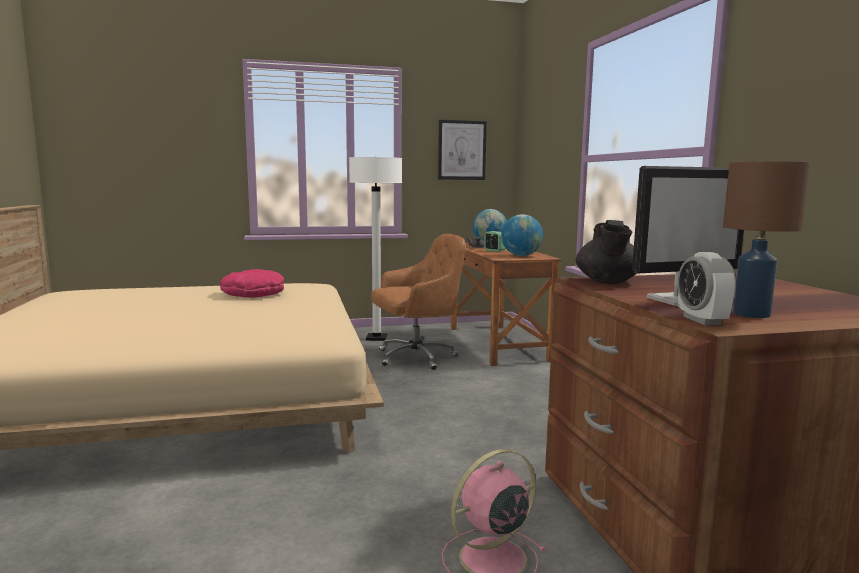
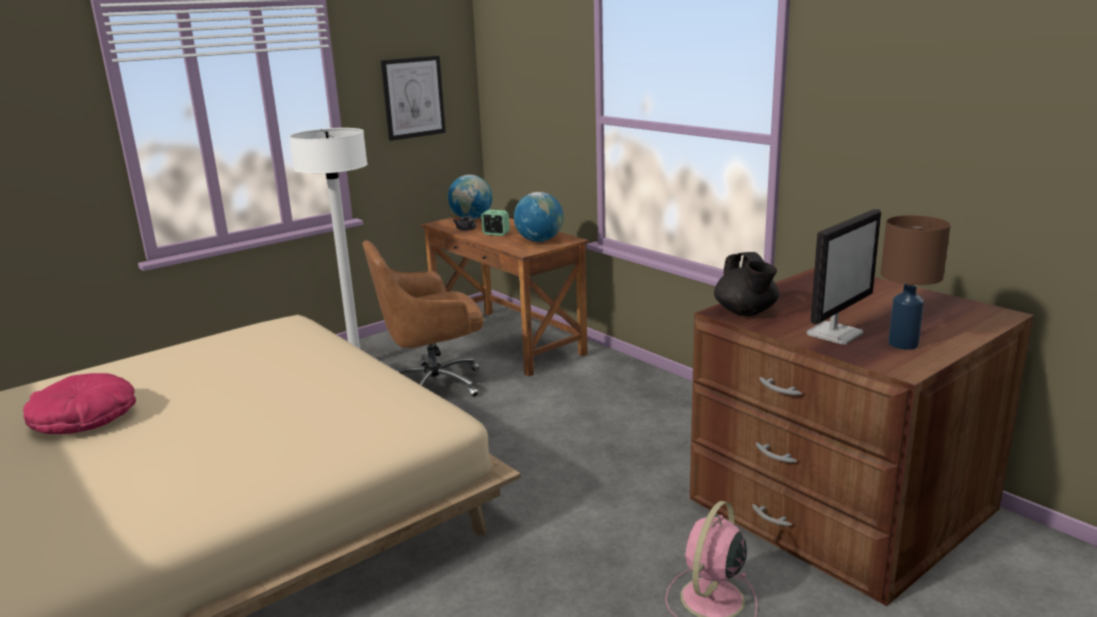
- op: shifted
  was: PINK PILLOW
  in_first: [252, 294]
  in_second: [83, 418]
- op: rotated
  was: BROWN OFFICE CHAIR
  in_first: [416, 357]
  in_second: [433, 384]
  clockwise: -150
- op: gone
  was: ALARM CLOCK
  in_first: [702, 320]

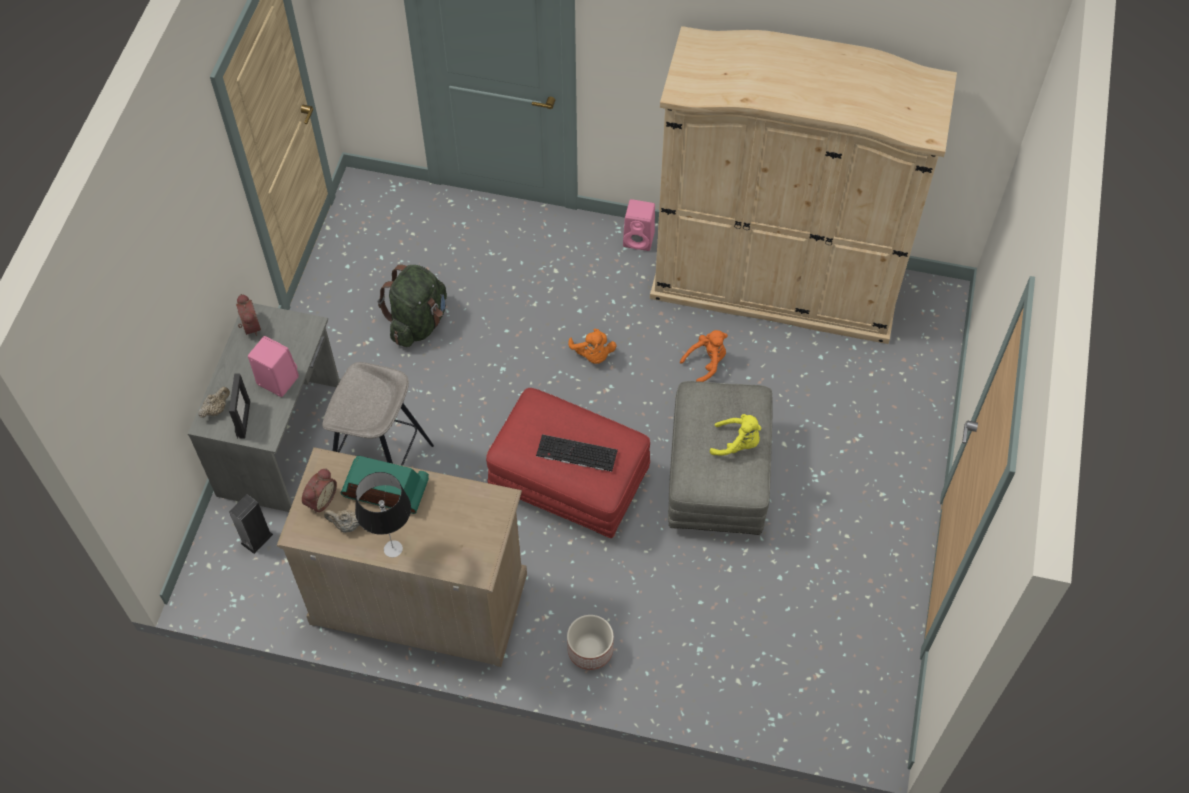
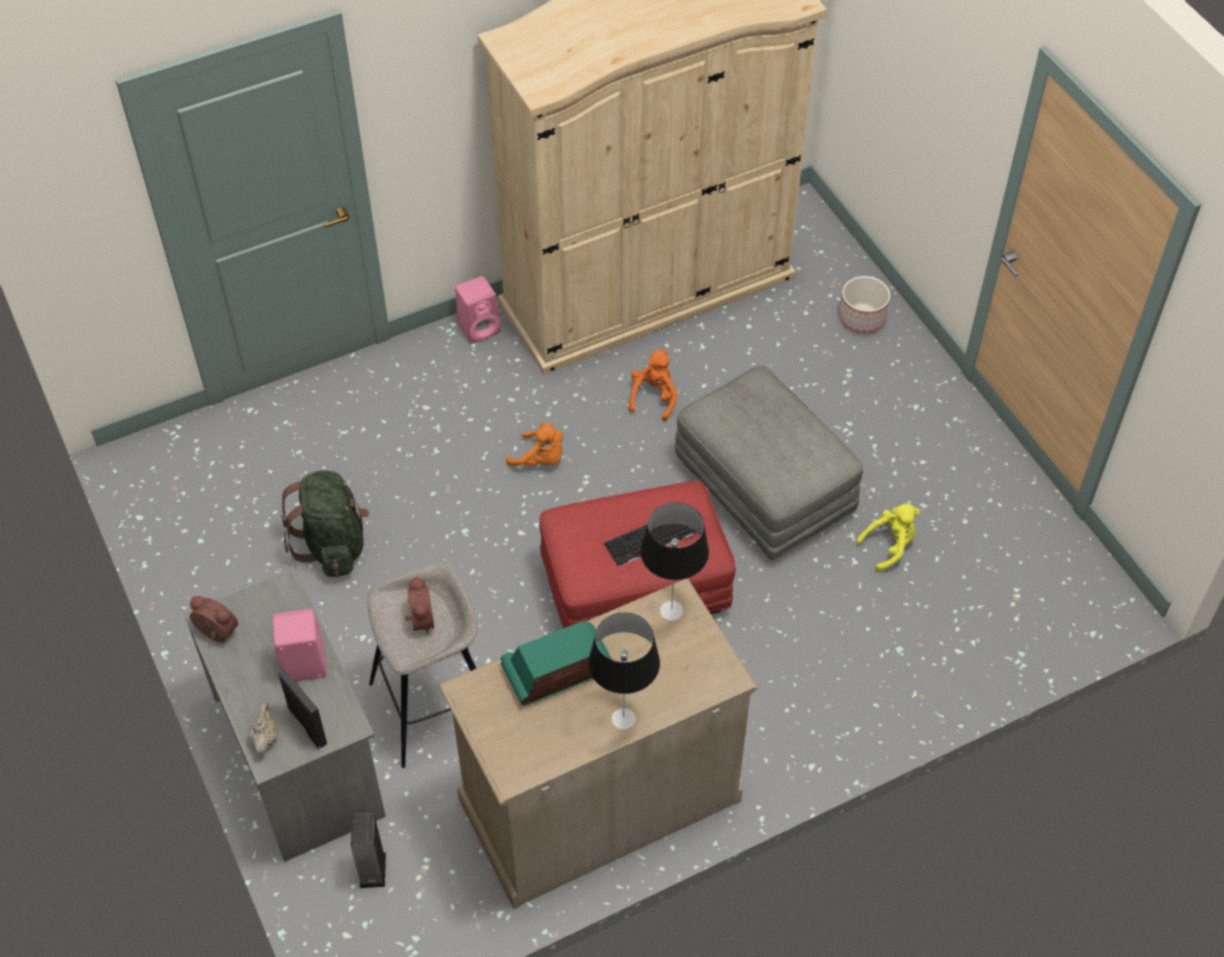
- op: shifted
  was: ALARM CLOCK
  in_first: [320, 499]
  in_second: [419, 620]
- op: gone
  was: BEIGE TEAPOT
  in_first: [347, 525]
- op: shifted
  was: PLANTER
  in_first: [590, 650]
  in_second: [862, 318]
- op: shifted
  was: YELLOW PLUSH TOY
  in_first: [737, 443]
  in_second: [889, 546]
- op: new
  now: TABLE LAMP
  in_second: [670, 610]

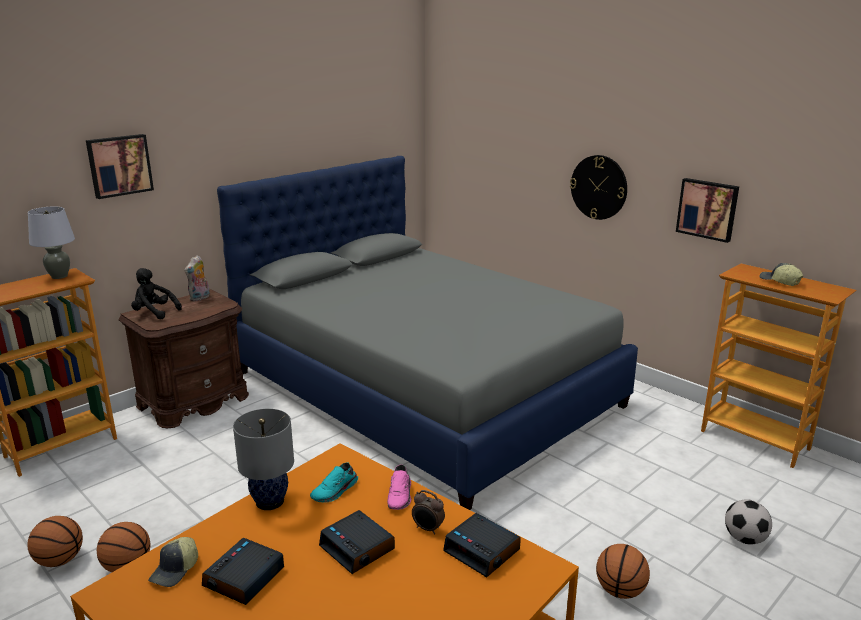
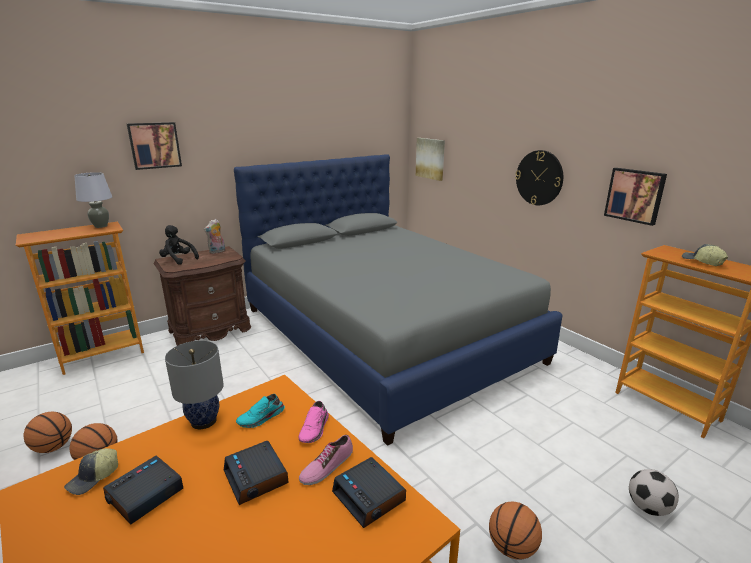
- op: swapped
  was: ALARM CLOCK
  now: SHOE
  in_first: [428, 529]
  in_second: [326, 466]
- op: new
  now: PICTURE
  in_second: [430, 158]

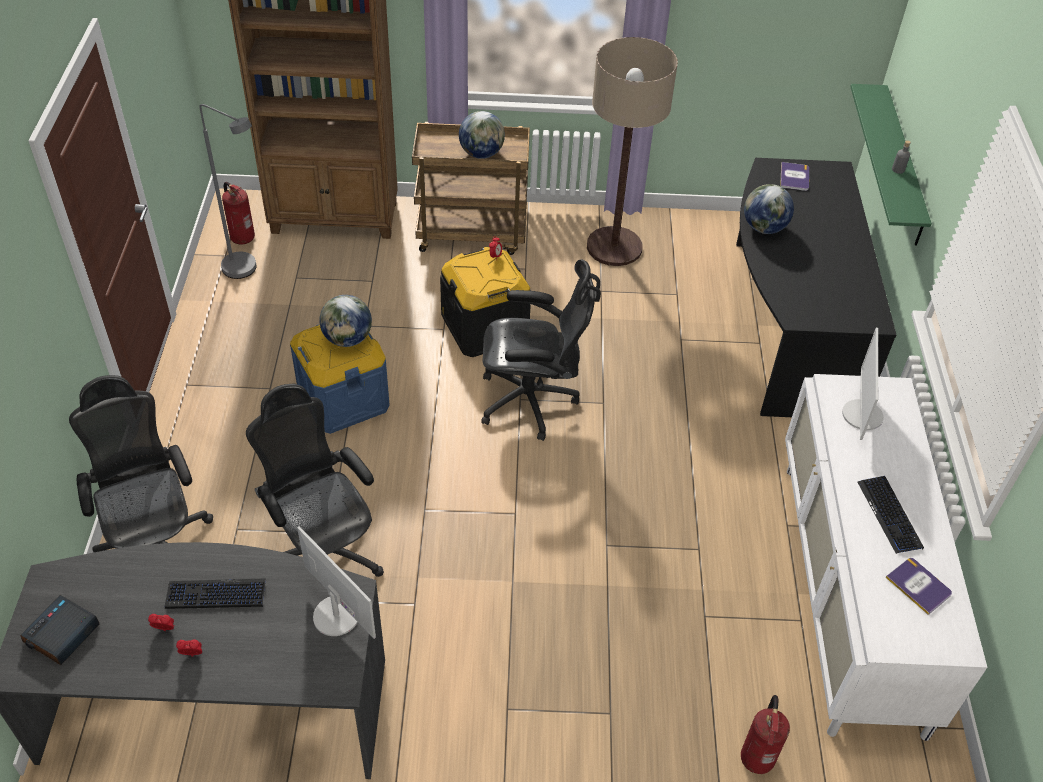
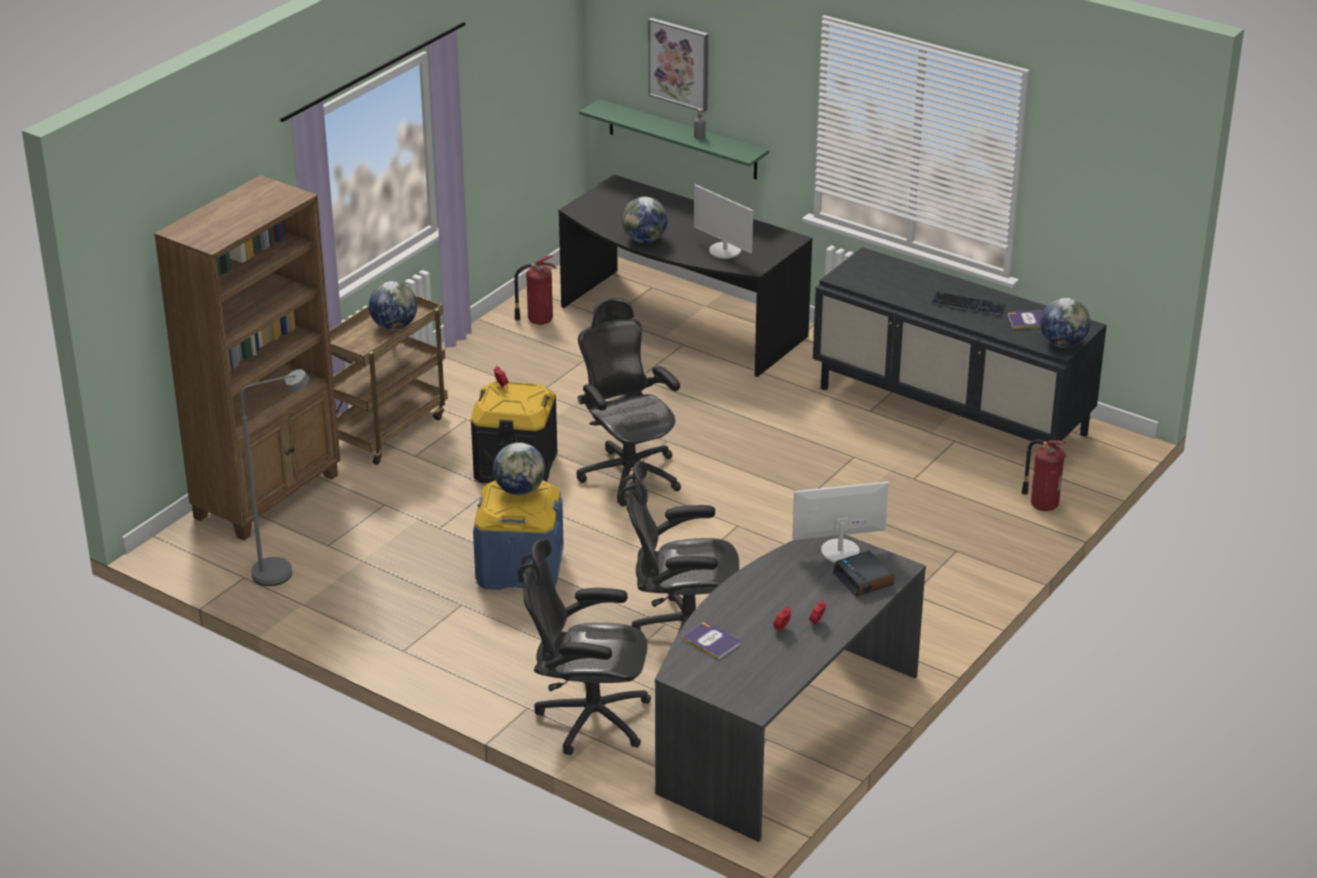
- op: shifted
  was: ALARM CLOCK
  in_first: [62, 634]
  in_second: [864, 580]
- op: gone
  was: KEYBOARD
  in_first: [216, 594]
- op: shifted
  was: FIRE EXTINGUISHER
  in_first: [242, 237]
  in_second: [538, 320]
- op: rotated
  was: OFFICE CHAIR
  in_first: [532, 401]
  in_second: [628, 473]
  clockwise: -60
- op: gone
  was: FLOOR LAMP
  in_first: [614, 247]
- op: shifted
  was: BOOK
  in_first: [794, 177]
  in_second: [711, 641]
- op: repainted
  was: WHITE CABINET
  now: BLACK CABINET
  in_first: [847, 593]
  in_second: [950, 412]
- op: shifted
  was: MONITOR
  in_first: [861, 415]
  in_second: [724, 251]
- op: new
  now: PICTURE
  in_second: [679, 64]
- op: new
  now: GLOBE
  in_second: [1062, 344]

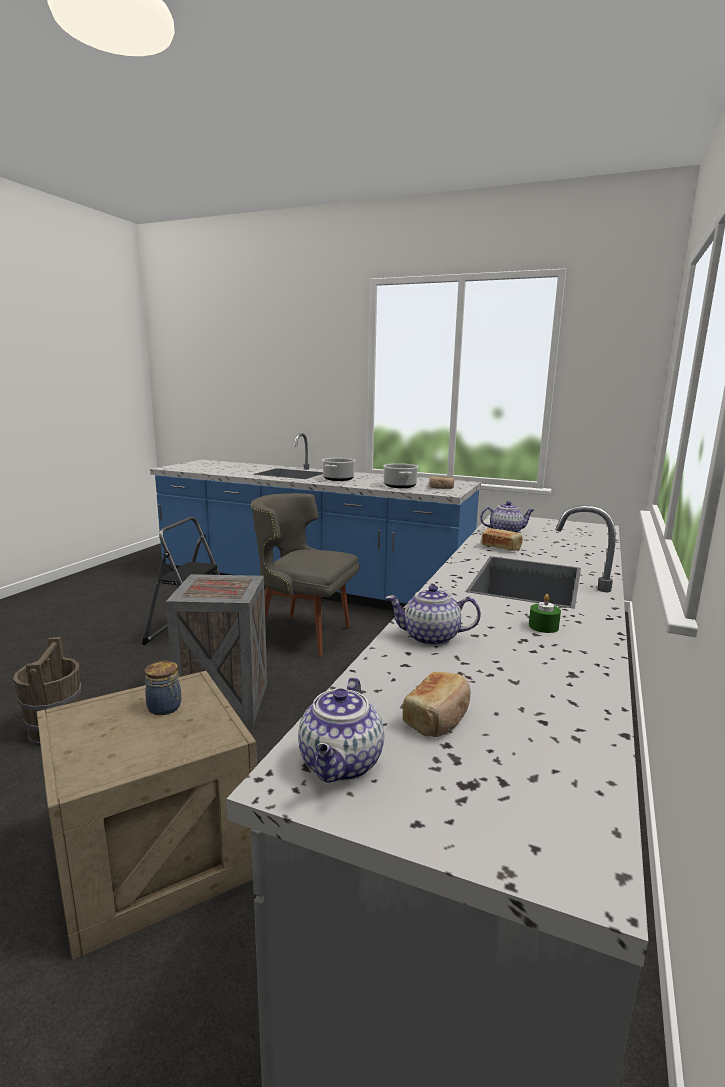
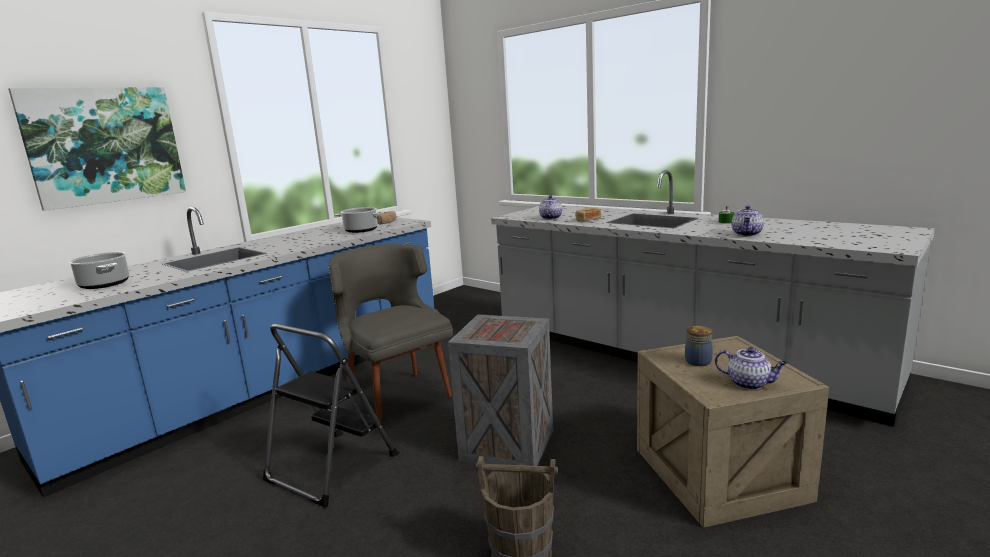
- op: rotated
  was: GREY CHAIR
  in_first: [305, 636]
  in_second: [399, 398]
  clockwise: 105
- op: shifted
  was: TEAPOT
  in_first: [341, 765]
  in_second: [749, 383]
- op: shifted
  was: COOKING POT
  in_first: [338, 479]
  in_second: [104, 284]
- op: gone
  was: BREAD
  in_first: [438, 718]
- op: new
  now: PICTURE
  in_second: [105, 145]

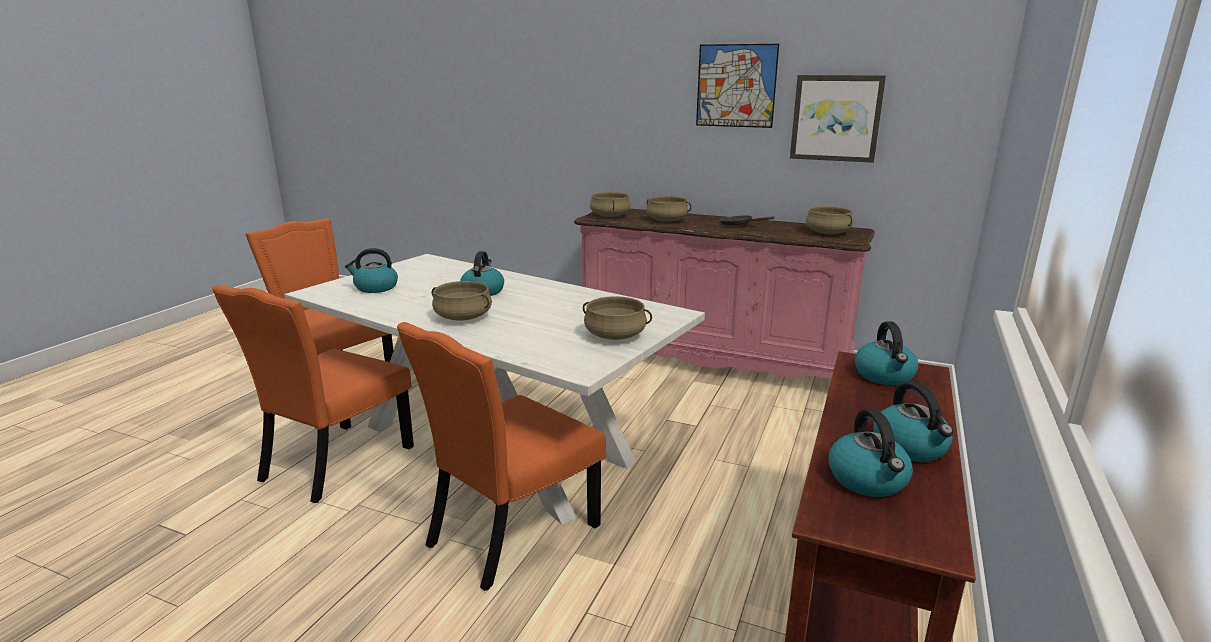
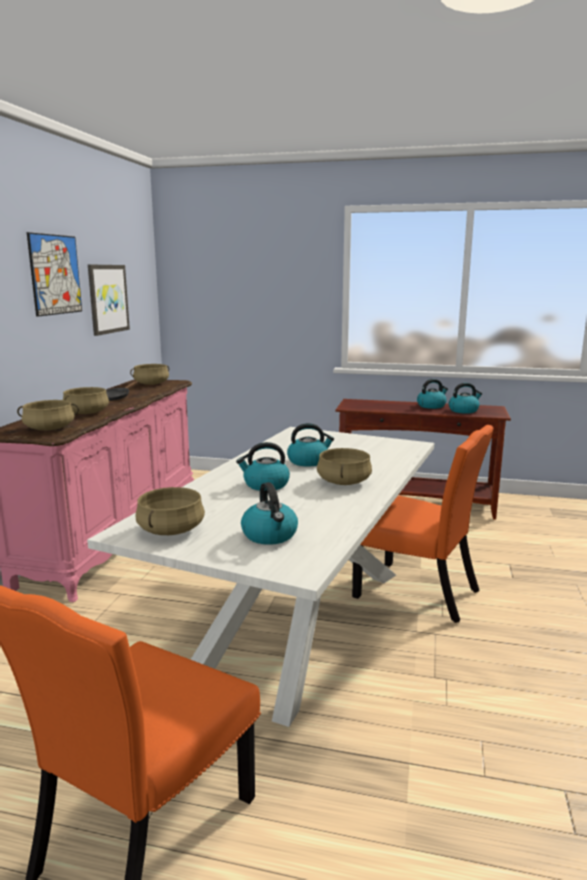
- op: gone
  was: ORANGE CHAIR
  in_first: [338, 460]
- op: shifted
  was: BEIGE COOKING POT
  in_first: [615, 335]
  in_second: [170, 530]
- op: shifted
  was: KETTLE
  in_first: [884, 376]
  in_second: [308, 461]

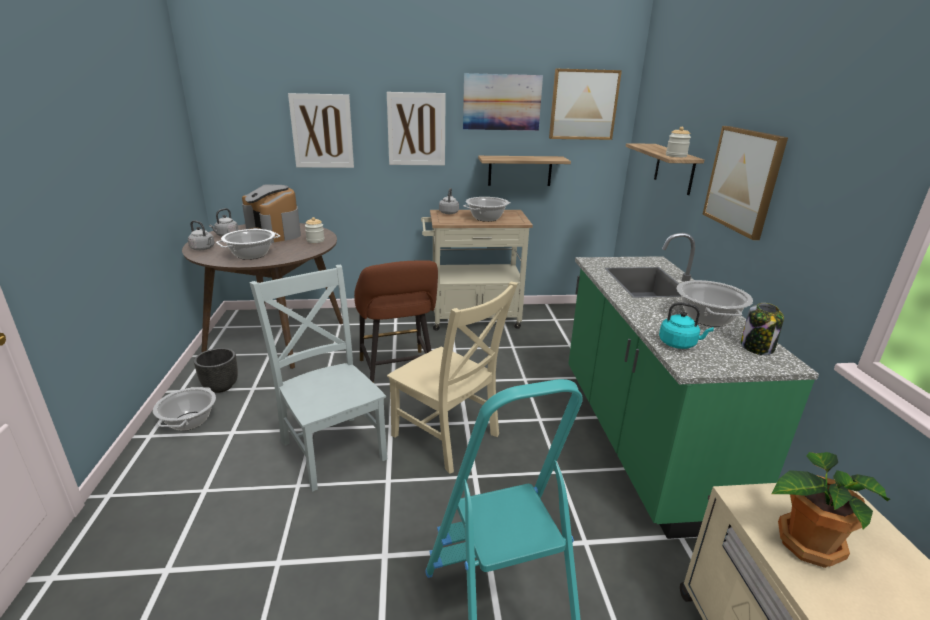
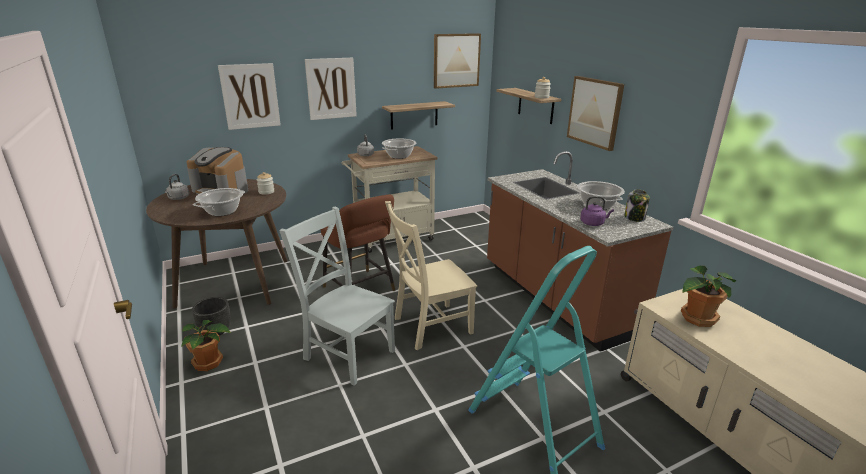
- op: swapped
  was: COOKING POT
  now: POTTED PLANT
  in_first: [189, 421]
  in_second: [209, 363]
- op: gone
  was: GREY KETTLE
  in_first: [203, 249]
- op: rotated
  was: BEIGE CHAIR
  in_first: [448, 438]
  in_second: [429, 326]
  clockwise: 135
- op: gone
  was: PICTURE
  in_first: [502, 102]
- op: repainted
  was: GREEN COUNTER
  now: BROWN COUNTER
  in_first: [640, 440]
  in_second: [555, 298]
- op: repainted
  was: TURQUOISE KETTLE
  now: PURPLE KETTLE
  in_first: [679, 344]
  in_second: [593, 223]

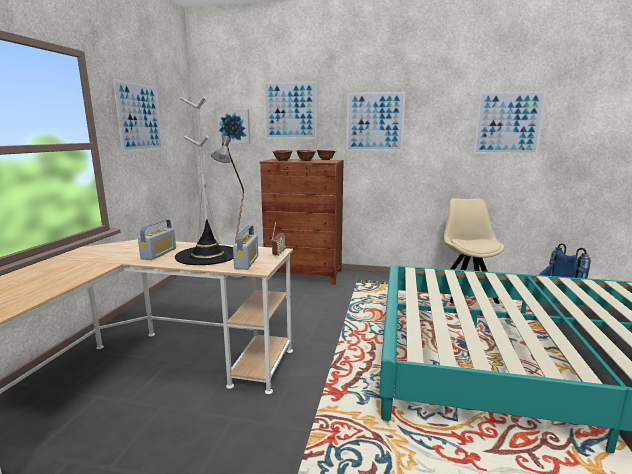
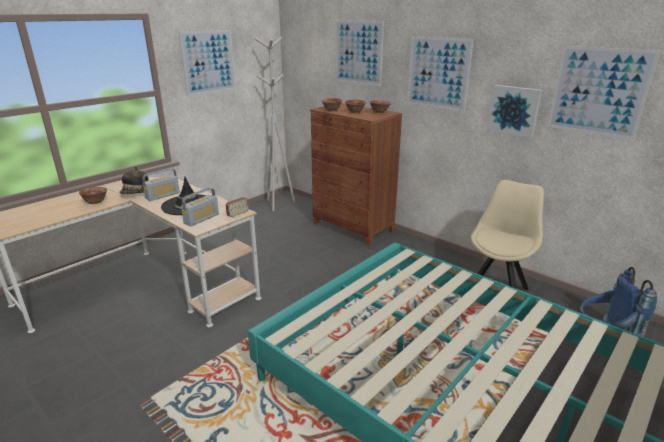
- op: gone
  was: GREY FLOOR LAMP
  in_first: [234, 278]
- op: shifted
  was: PICTURE
  in_first: [234, 126]
  in_second: [514, 110]
- op: new
  now: BOWL
  in_second: [95, 202]
- op: new
  now: HAT
  in_second: [136, 194]

